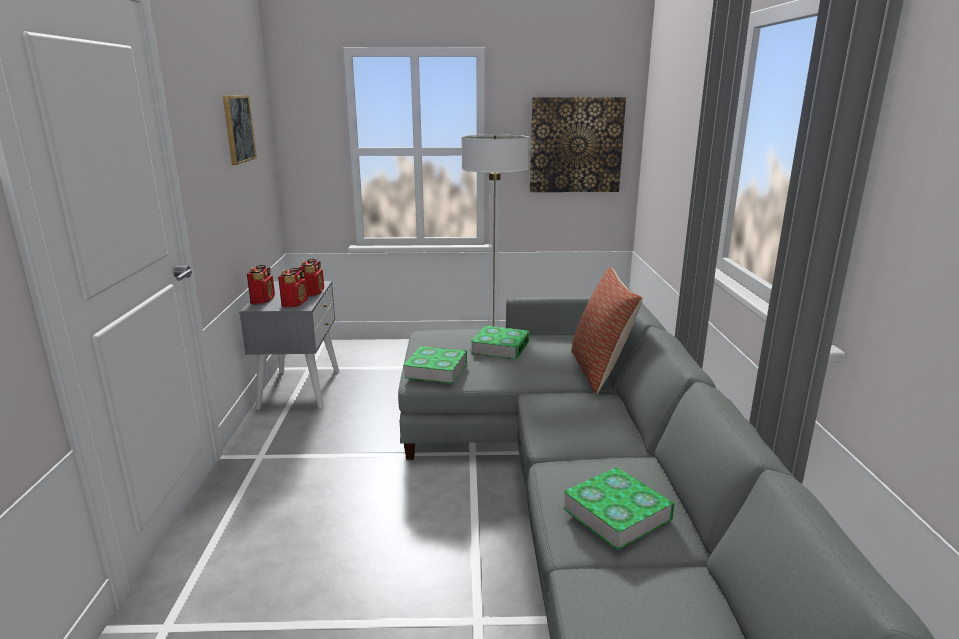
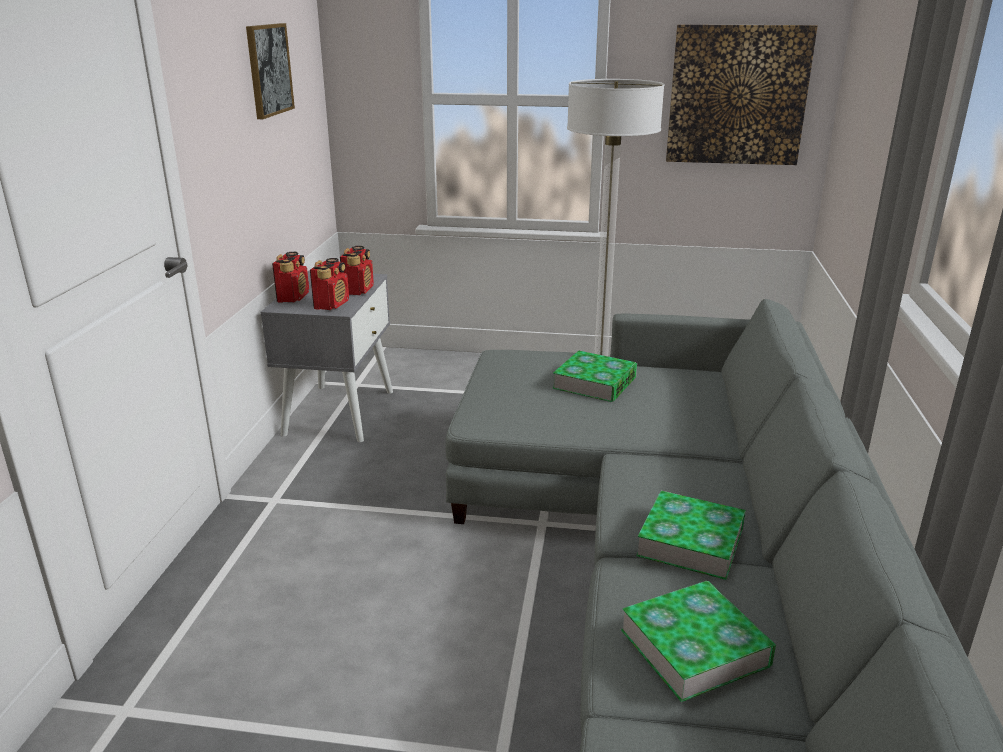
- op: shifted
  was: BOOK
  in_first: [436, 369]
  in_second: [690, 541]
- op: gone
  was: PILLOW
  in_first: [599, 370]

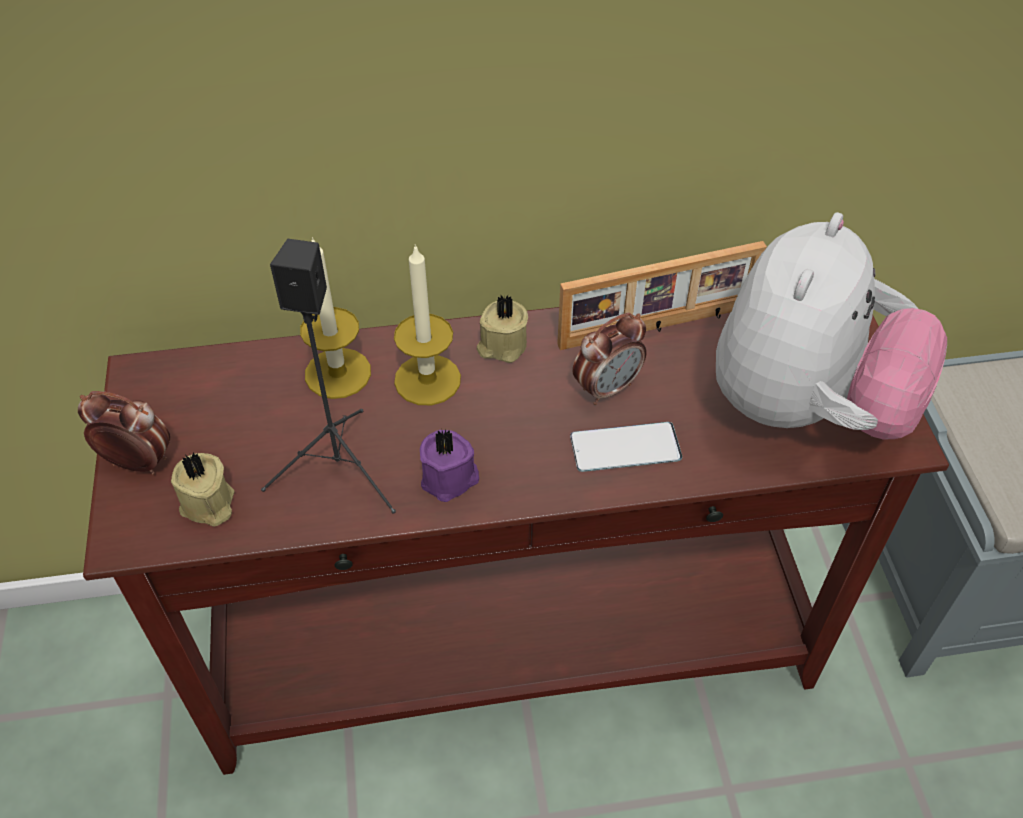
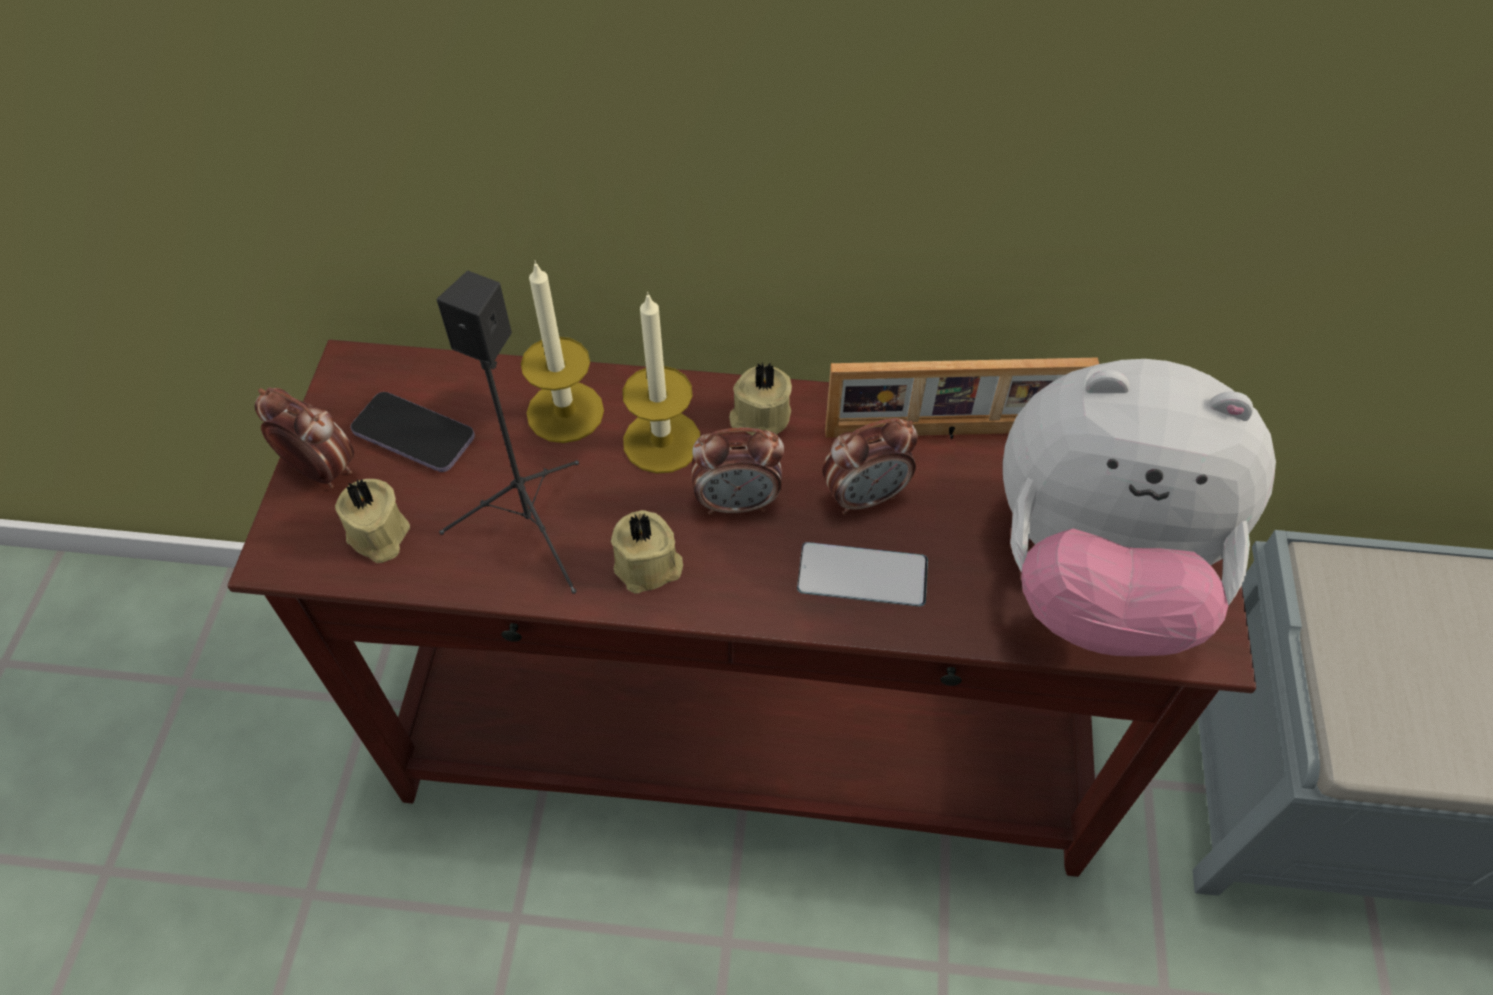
- op: repainted
  was: PURPLE CANDLE
  now: BEIGE CANDLE
  in_first: [450, 479]
  in_second: [649, 568]
- op: rotated
  was: PLUSH TOY
  in_first: [804, 408]
  in_second: [1097, 574]
  clockwise: 60
- op: new
  now: PHONE
  in_second: [414, 435]
- op: new
  now: ALARM CLOCK
  in_second: [737, 502]

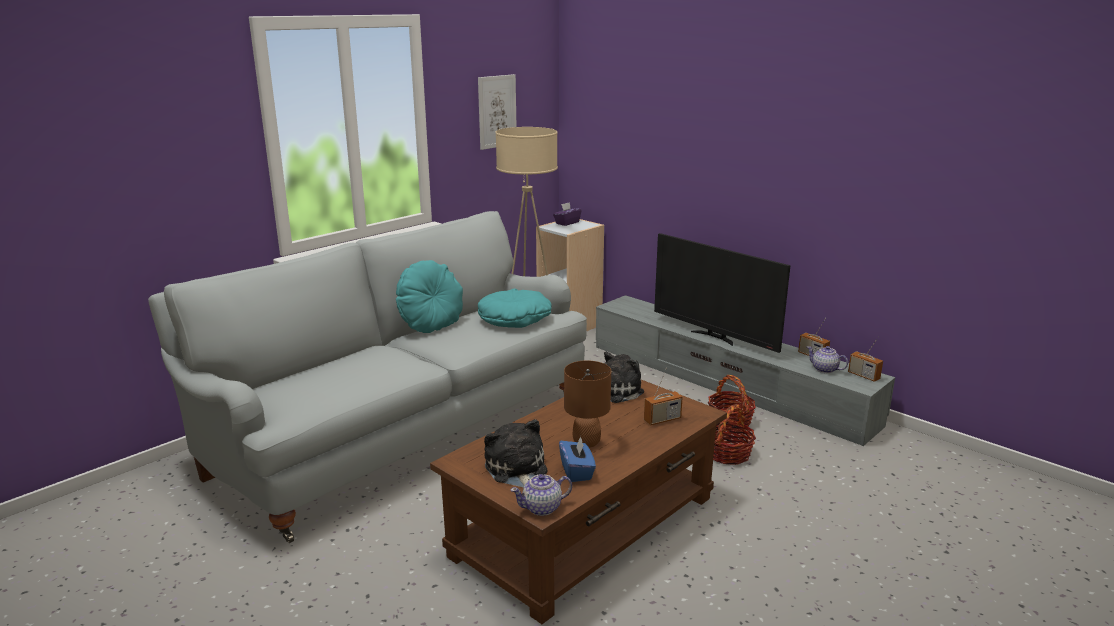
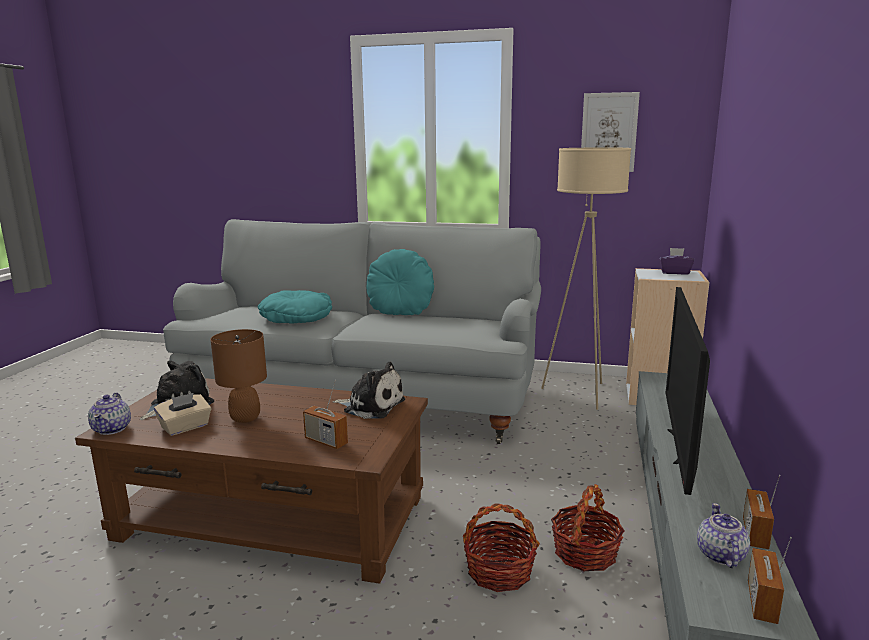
- op: shifted
  was: TURQUOISE PILLOW
  in_first: [513, 319]
  in_second: [298, 318]
- op: rotated
  was: TEAPOT
  in_first: [542, 508]
  in_second: [112, 429]
  clockwise: -135
- op: repainted
  was: BLUE TISSUE BOX
  now: BEIGE TISSUE BOX
  in_first: [577, 471]
  in_second: [185, 427]

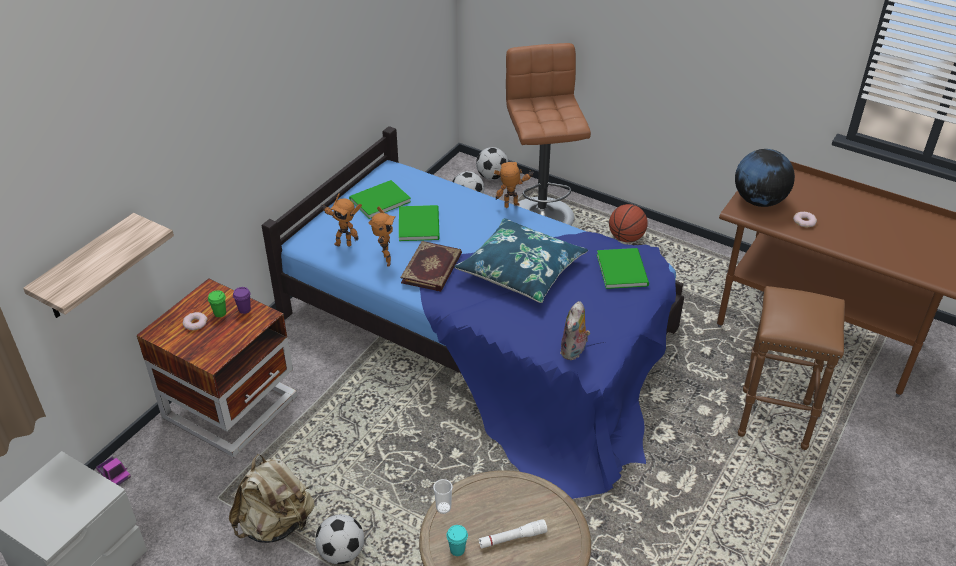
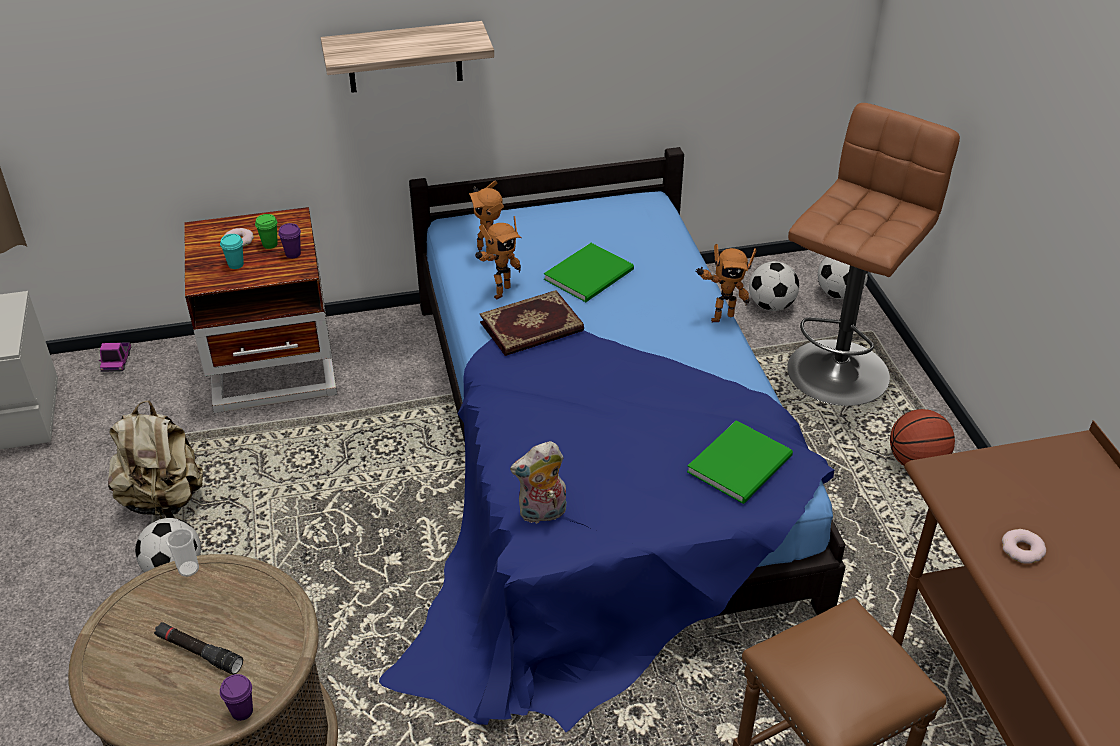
- op: shifted
  was: SHELF
  in_first: [87, 269]
  in_second: [404, 57]
- op: gone
  was: GREEN BOOK
  in_first: [378, 200]
- op: shifted
  was: TURQUOISE CUP
  in_first: [457, 550]
  in_second: [236, 264]
- op: gone
  was: BLUE PILLOW
  in_first: [521, 270]
- op: repainted
  was: WHITE FLASHLIGHT
  now: BLACK FLASHLIGHT
  in_first: [512, 538]
  in_second: [199, 652]
- op: rotated
  was: TOY ROBOT
  in_first: [513, 207]
  in_second: [720, 316]
  clockwise: 135
- op: gone
  was: GLOBE
  in_first: [759, 201]
- op: new
  now: PURPLE CUP
  in_second: [242, 711]

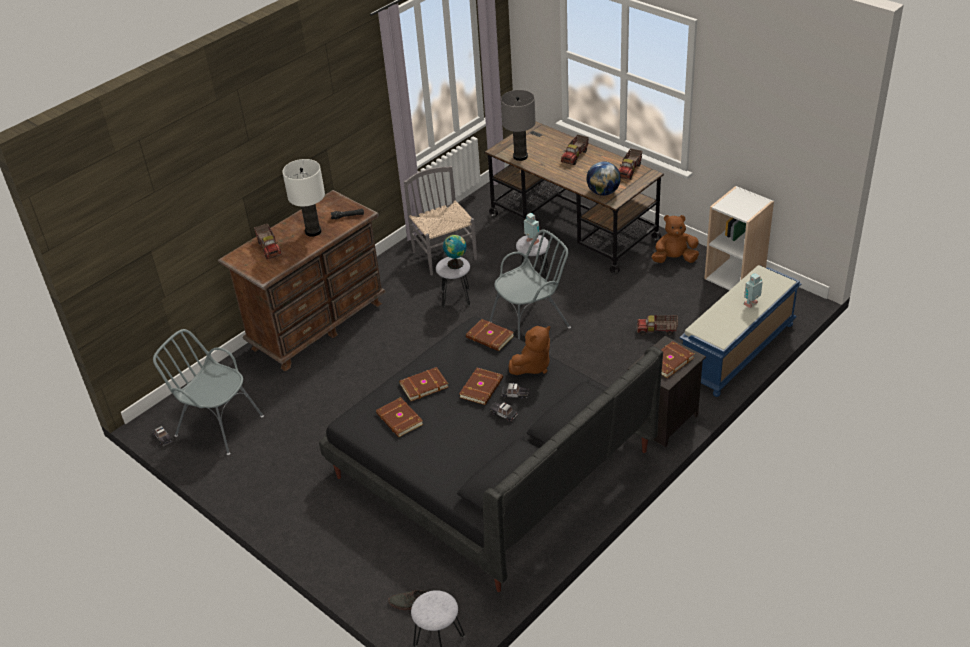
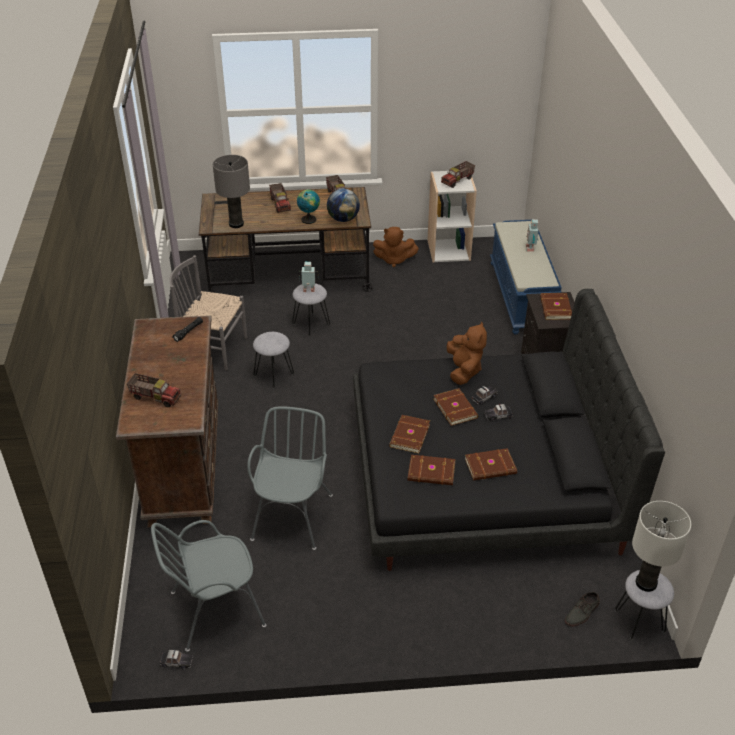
- op: shifted
  was: WHITE TABLE LAMP
  in_first: [313, 231]
  in_second: [646, 582]
- op: shifted
  was: GLOBE
  in_first: [456, 263]
  in_second: [309, 219]
- op: shifted
  was: BROWN BOOK
  in_first: [489, 337]
  in_second: [491, 467]
- op: shifted
  was: GREY CHAIR
  in_first: [532, 323]
  in_second: [292, 513]
- op: shifted
  was: TOY TRUCK
  in_first: [657, 331]
  in_second: [458, 181]
- op: rotated
  was: BROWN PLUSH TOY
  in_first: [674, 259]
  in_second: [394, 260]
  clockwise: -120

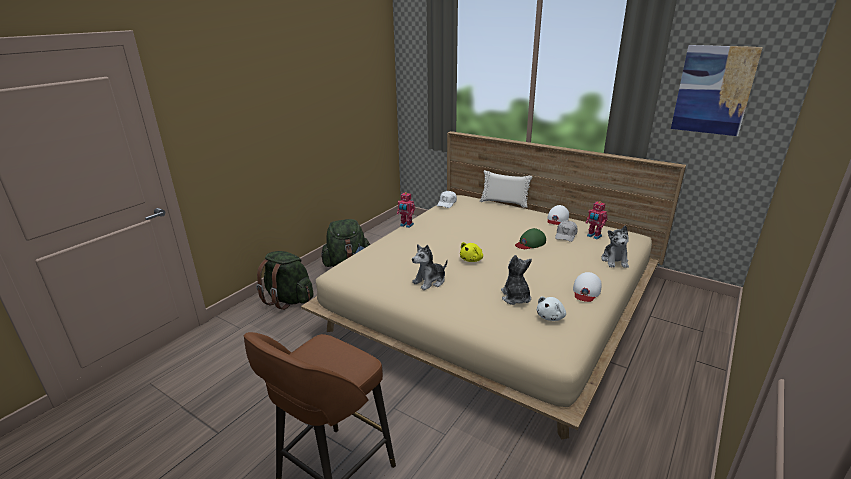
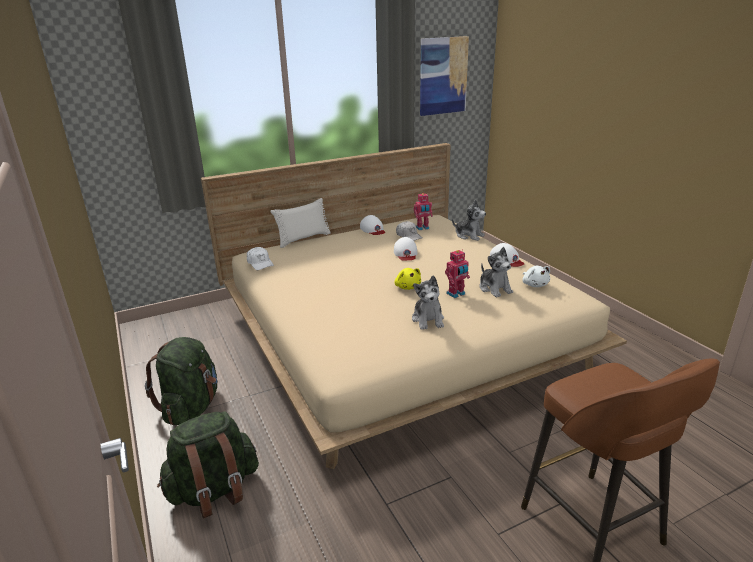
- op: shifted
  was: TOY ROBOT
  in_first: [406, 225]
  in_second: [456, 294]
- op: rotated
  was: PLUSH TOY
  in_first: [515, 297]
  in_second: [494, 288]
  clockwise: -135
- op: repainted
  was: GREEN CAP
  now: WHITE CAP
  in_first: [530, 243]
  in_second: [405, 253]

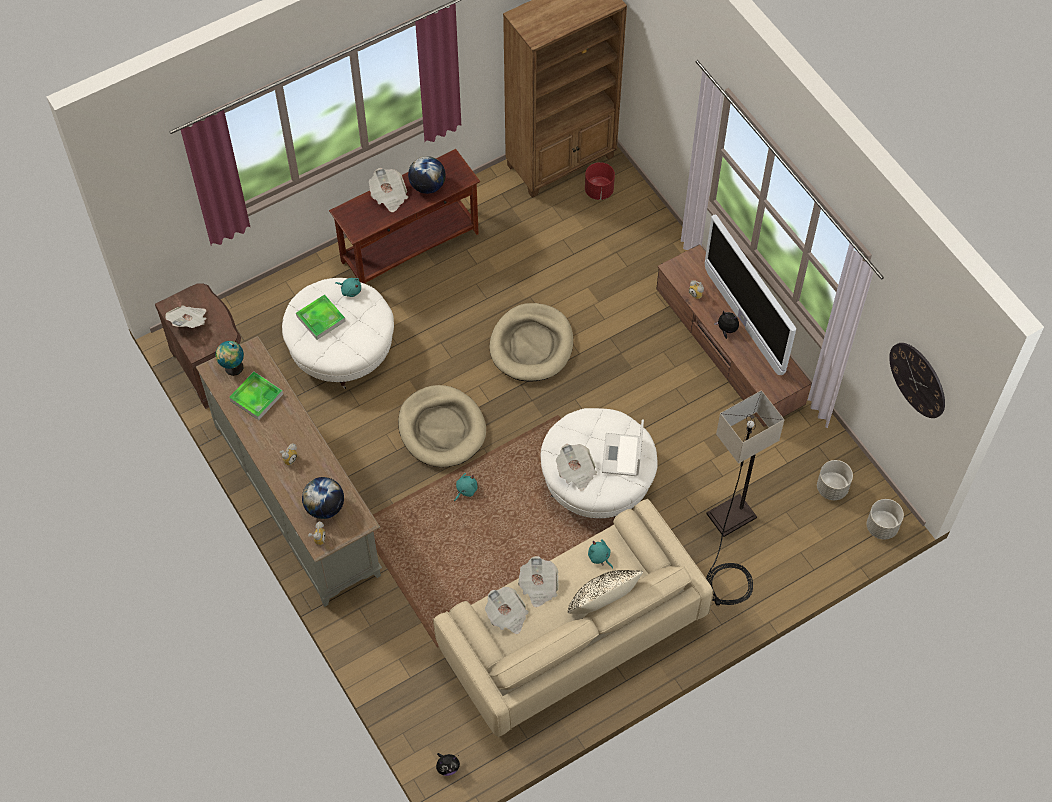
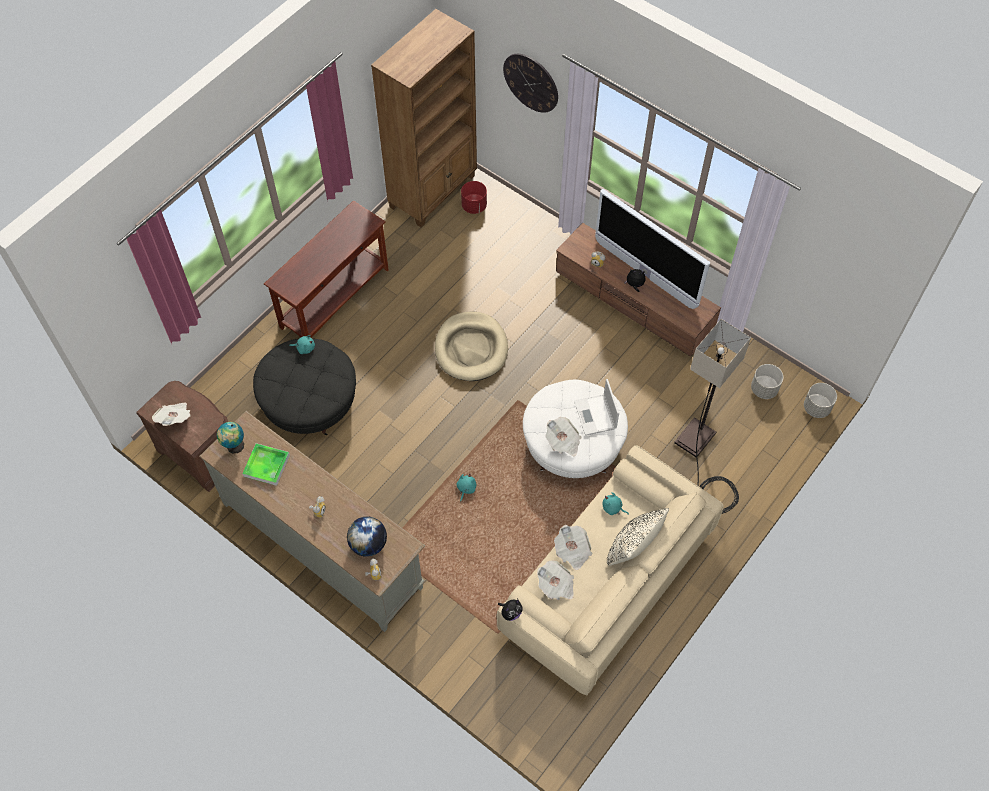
- op: repainted
  was: WHITE OTTOMAN
  now: BLACK OTTOMAN
  in_first: [342, 348]
  in_second: [310, 401]
- op: gone
  was: TRAY
  in_first: [321, 319]
- op: gone
  was: NEWSPAPER
  in_first: [389, 196]
- op: gone
  was: BEIGE DOG BED
  in_first: [442, 428]
- op: gone
  was: GLOBE
  in_first: [427, 186]
- op: shifted
  was: PLUSH TOY
  in_first: [447, 767]
  in_second: [510, 613]
- op: shifted
  was: WALL CLOCK
  in_first: [917, 379]
  in_second: [531, 82]

